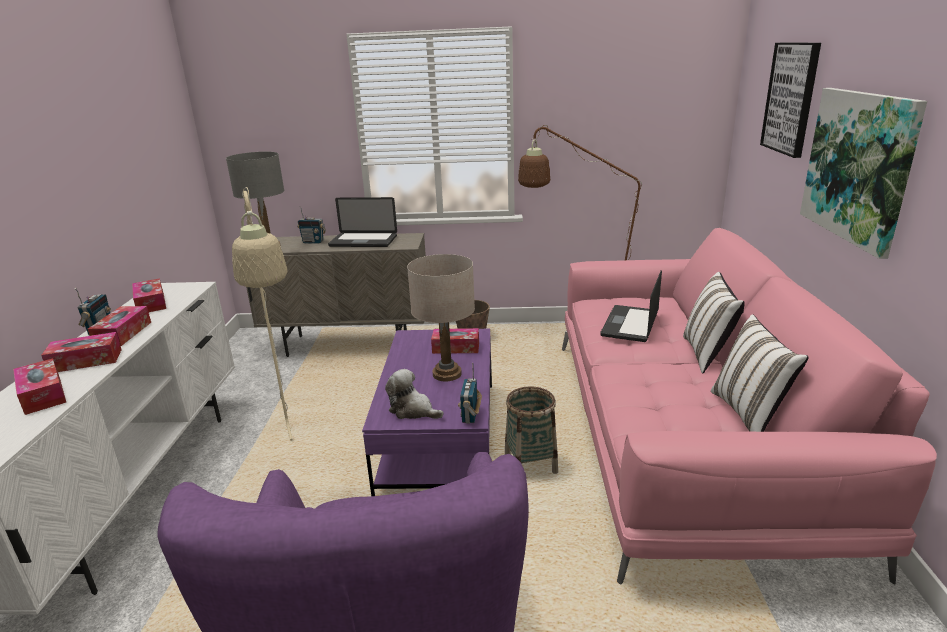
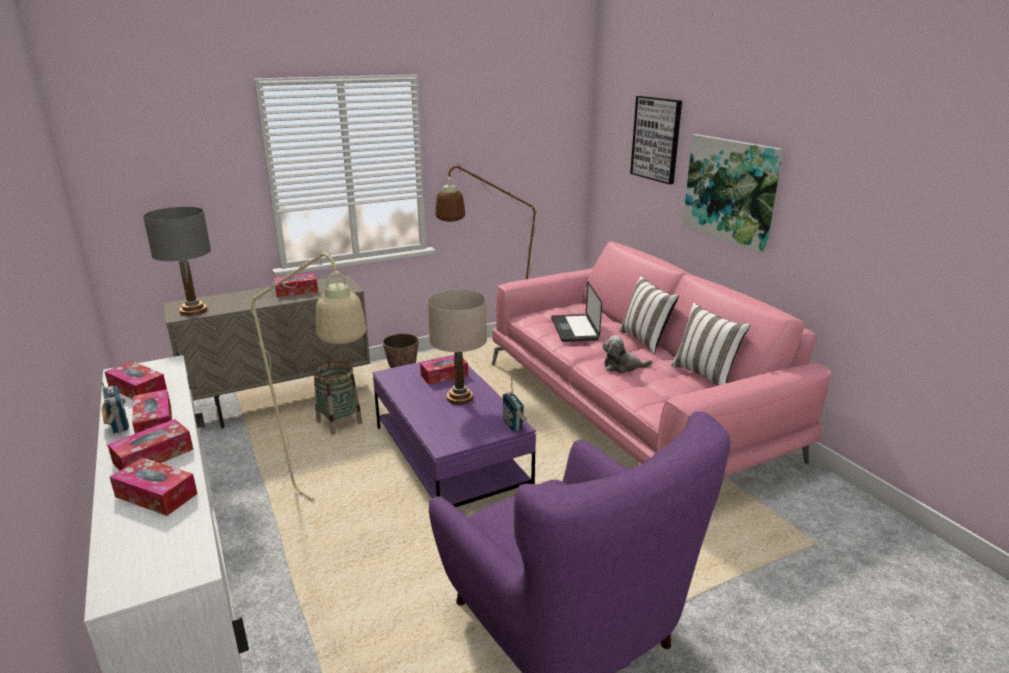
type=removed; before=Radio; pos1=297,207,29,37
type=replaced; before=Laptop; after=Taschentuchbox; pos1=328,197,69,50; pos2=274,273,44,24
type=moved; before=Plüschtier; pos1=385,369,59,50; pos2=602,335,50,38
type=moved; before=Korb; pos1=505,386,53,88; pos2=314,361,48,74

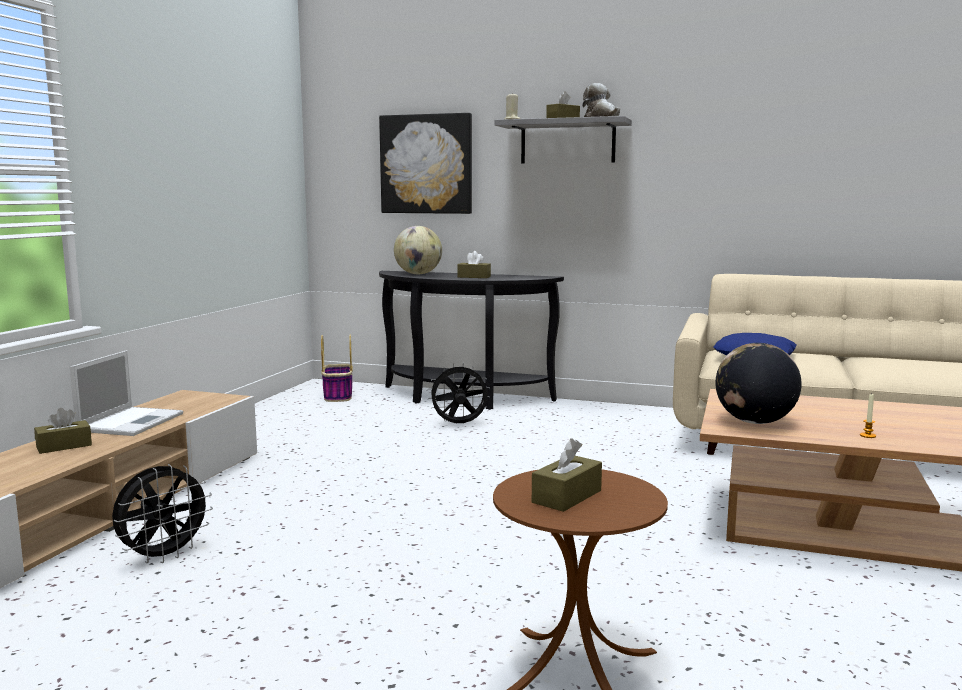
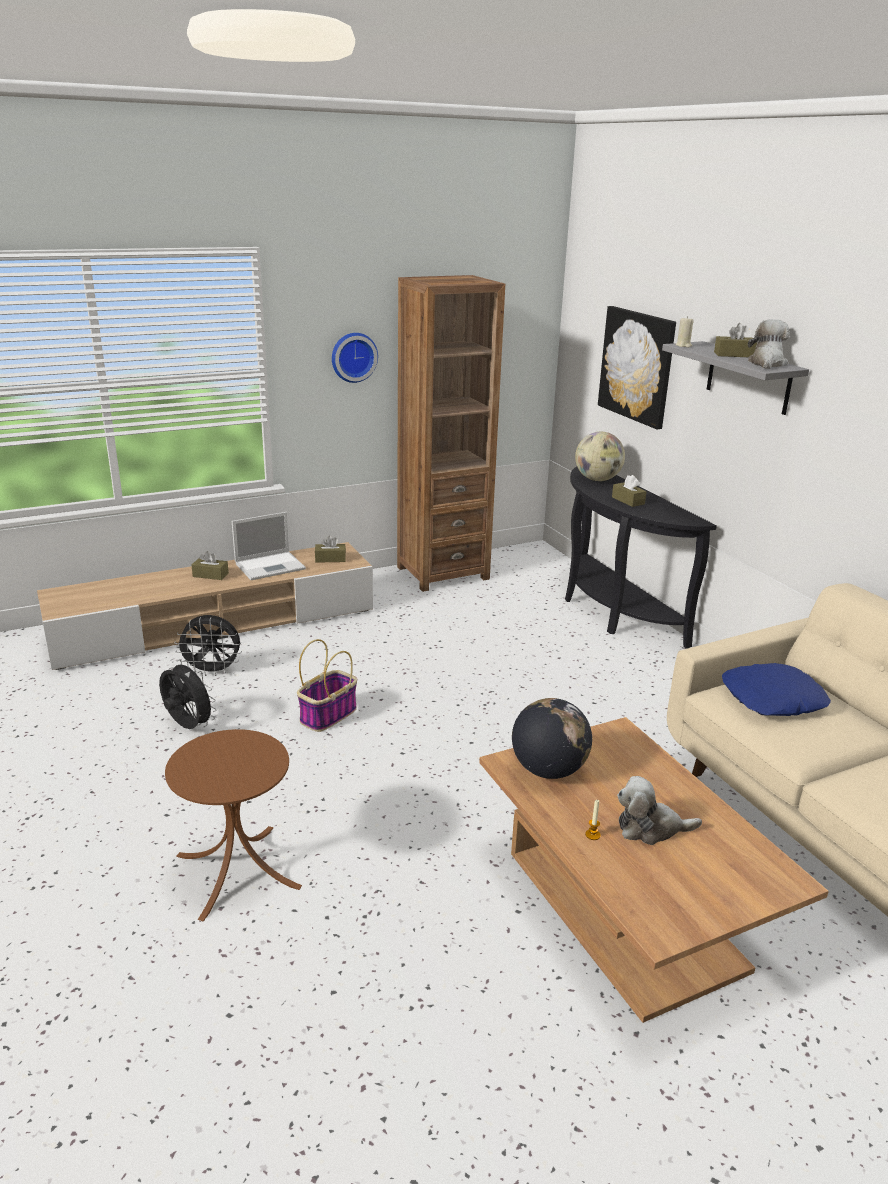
type=moved; before=Korb; pos1=321,335,32,67; pos2=297,639,60,93
type=moved; before=Ventilator (schwarz); pos1=428,363,62,61; pos2=159,660,58,69
type=moved; before=Taschentuchbox (braun); pos1=532,438,70,74; pos2=315,536,31,27
type=added; after=Wanduhr; pos2=332,333,46,50
type=added; after=Bücherregal (braun); pos2=397,275,108,317
type=added; after=Plüschtier; pos2=617,776,85,69

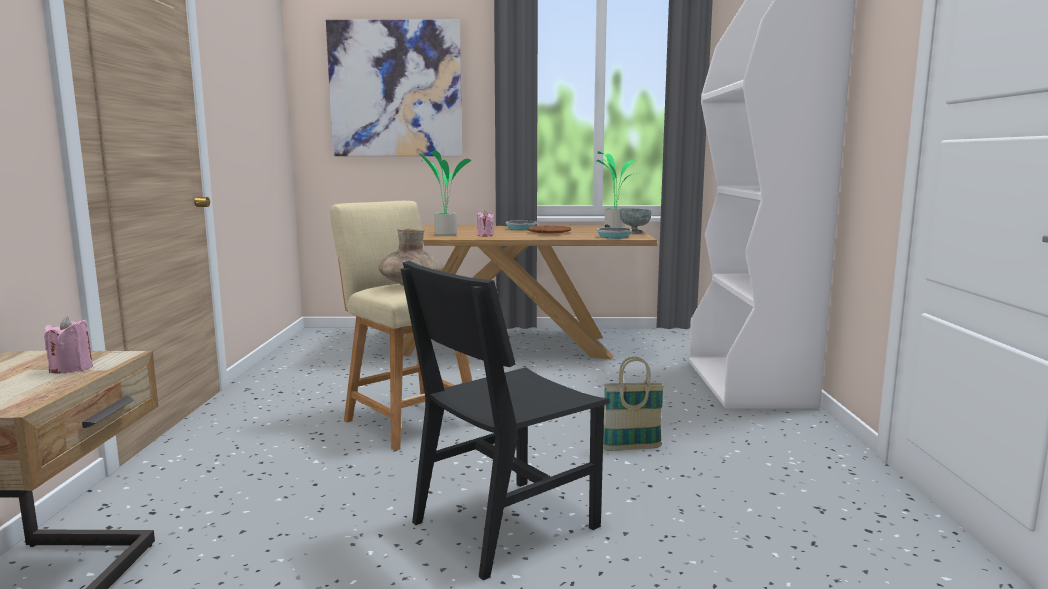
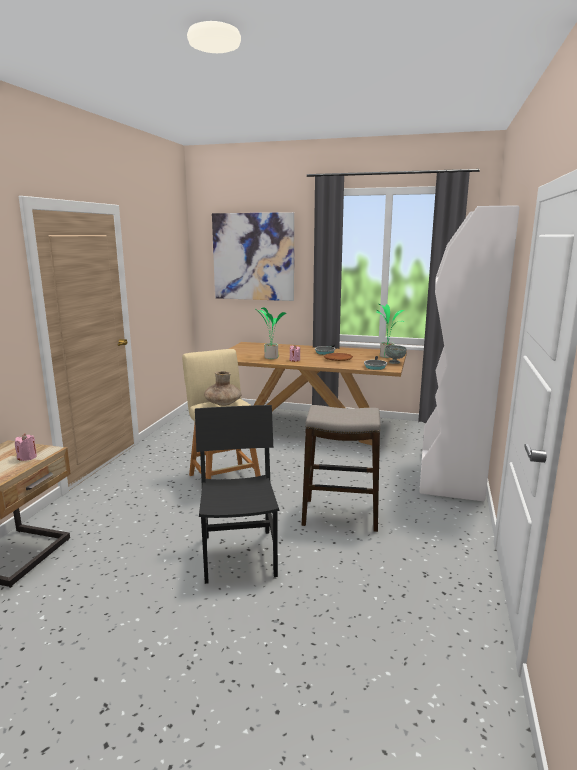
type=turned; before=Stuhl (schwarz); pos1=401,261,209,319; pos2=195,405,84,179; turn=105
type=replaced; before=Korb; after=Hocker; pos1=603,357,62,94; pos2=302,405,79,127

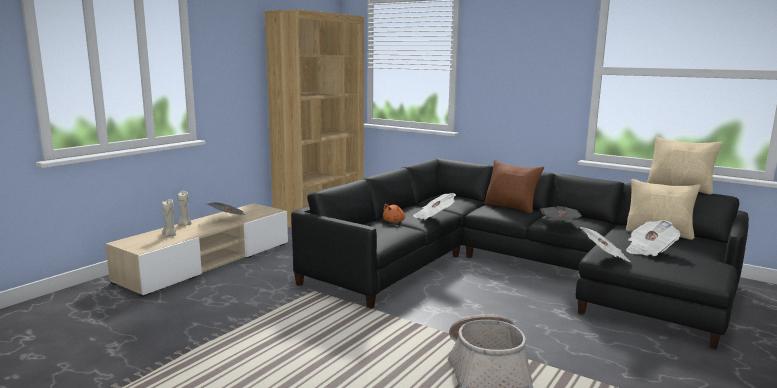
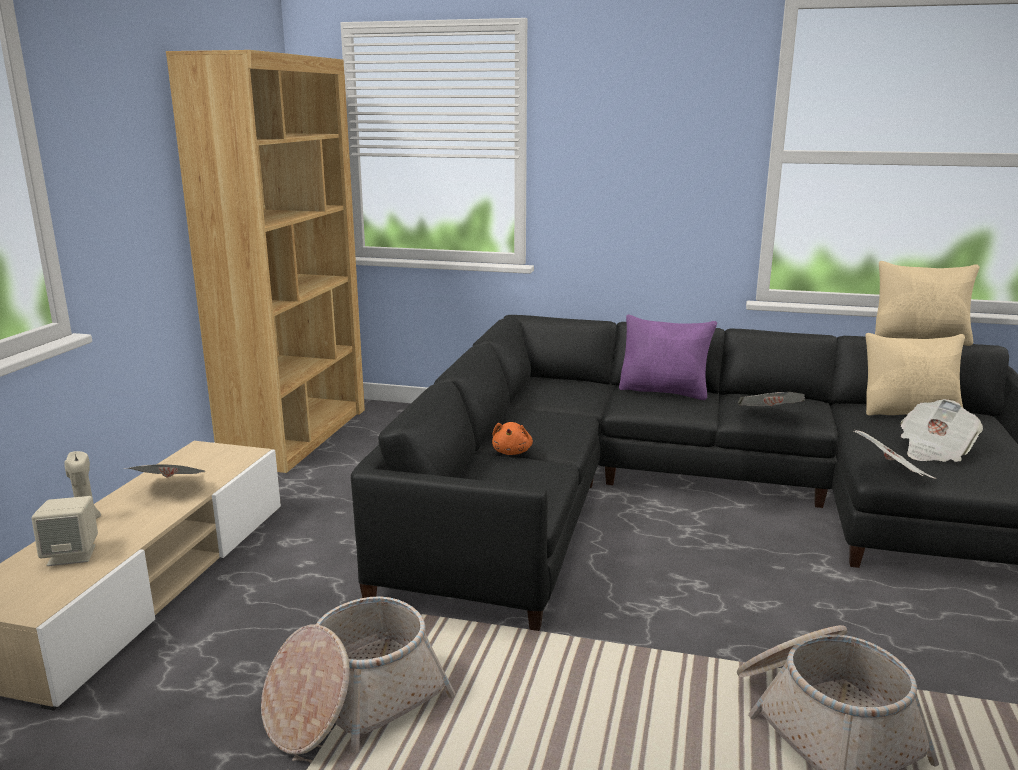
type=replaced; before=Kerze (beige); after=Lautsprecher (beige); pos1=162,199,14,38; pos2=31,496,67,70
type=removed; before=Zeitung; pos1=413,193,43,27
type=recoloured; before=Kissen (braun); after=Kissen (lila); pos1=484,160,60,53; pos2=619,315,98,85
type=added; after=Korb; pos2=261,596,195,159

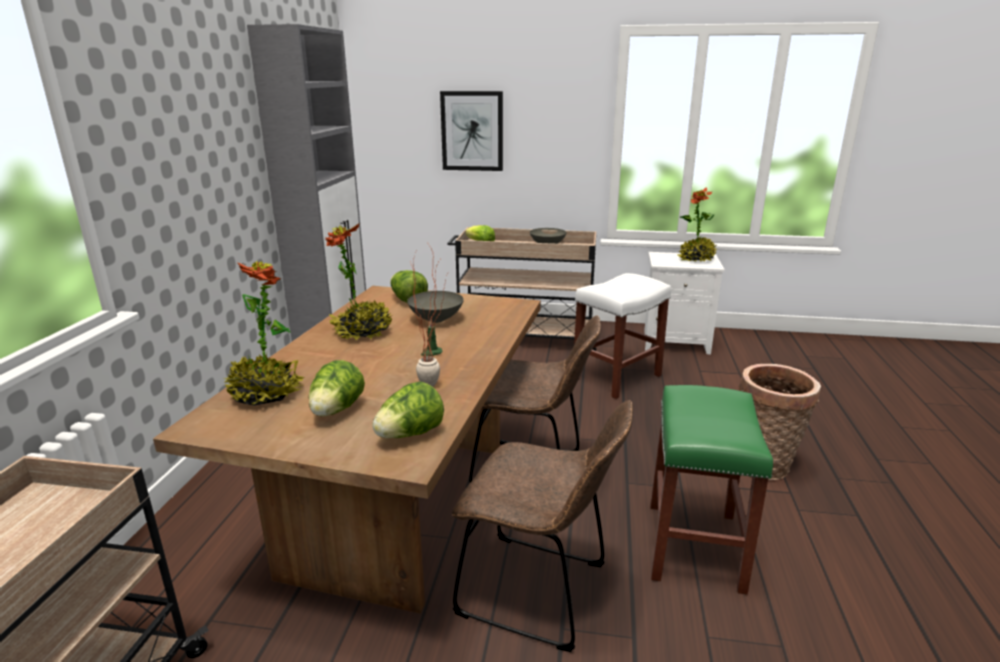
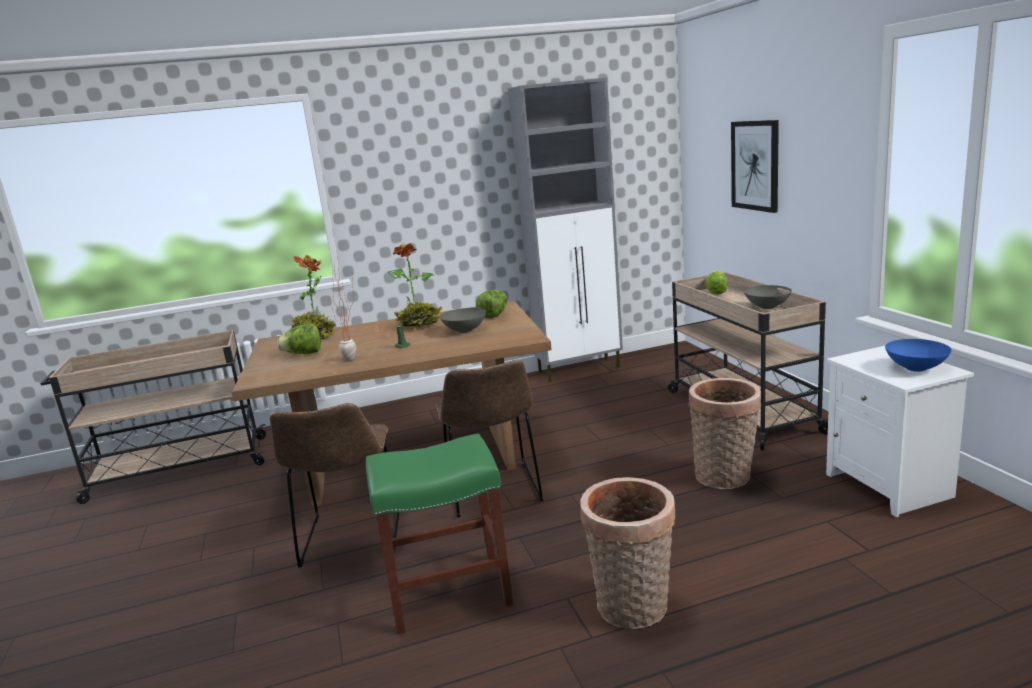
type=removed; before=Salatkopf; pos1=372,381,72,57
type=replaced; before=Hocker (weiß); after=Korb; pos1=574,273,97,126; pos2=688,378,73,111
type=replaced; before=Topfpflanze; after=Schüssel (blau); pos1=677,187,40,75; pos2=885,339,67,33

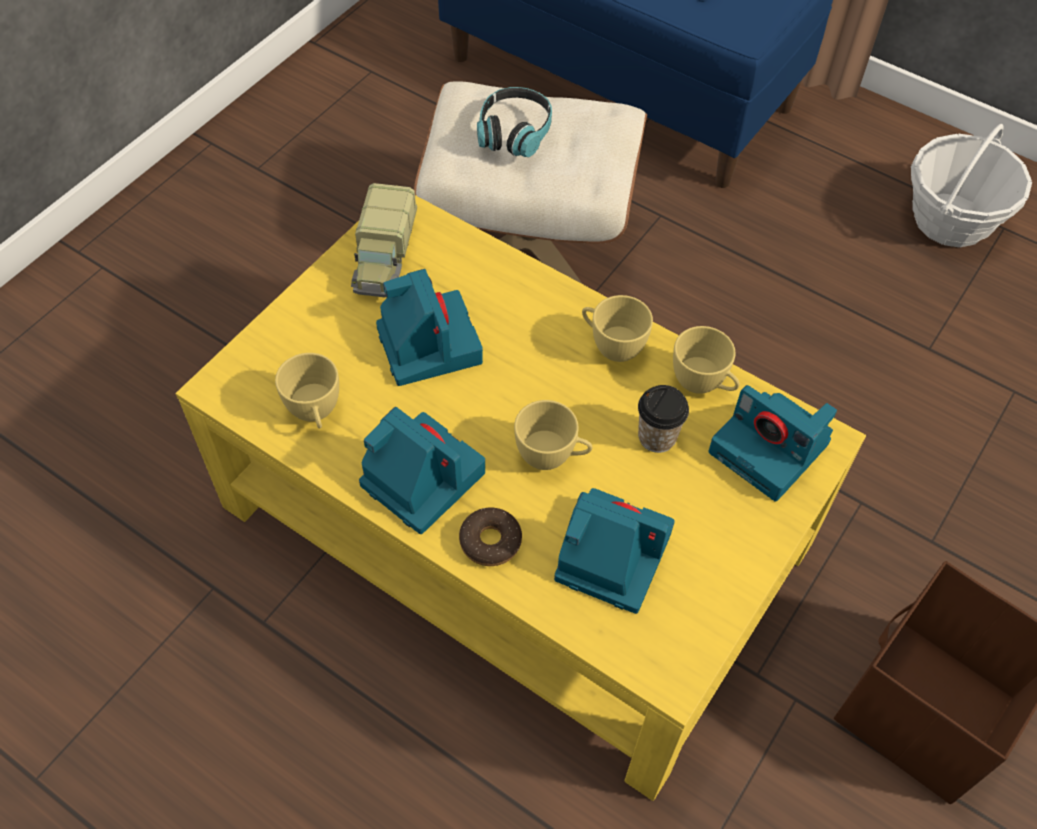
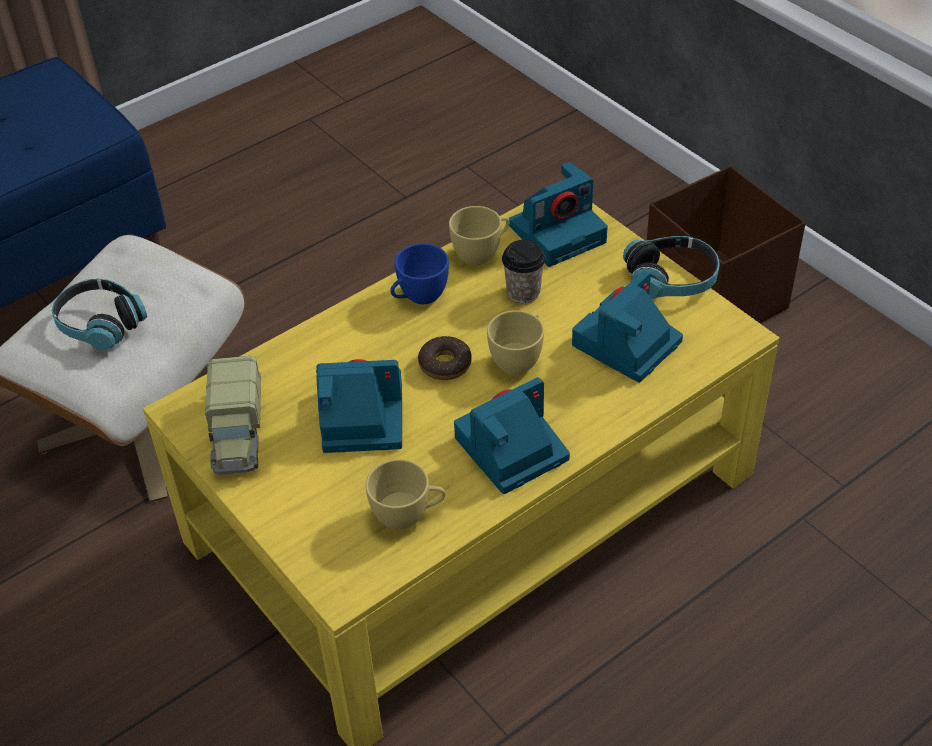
type=turned; before=Spielzeuglaster; pos1=351,183,66,114; pos2=205,356,56,119; turn=60
type=moved; before=Donut; pos1=459,508,63,58; pos2=418,336,54,44
type=recoloured; before=Tasse (gelb); after=Tasse (blau); pos1=582,295,71,67; pos2=390,243,59,61
type=removed; before=Korb; pos1=911,124,121,124
type=added; after=Kopfhörer; pos2=623,236,97,63

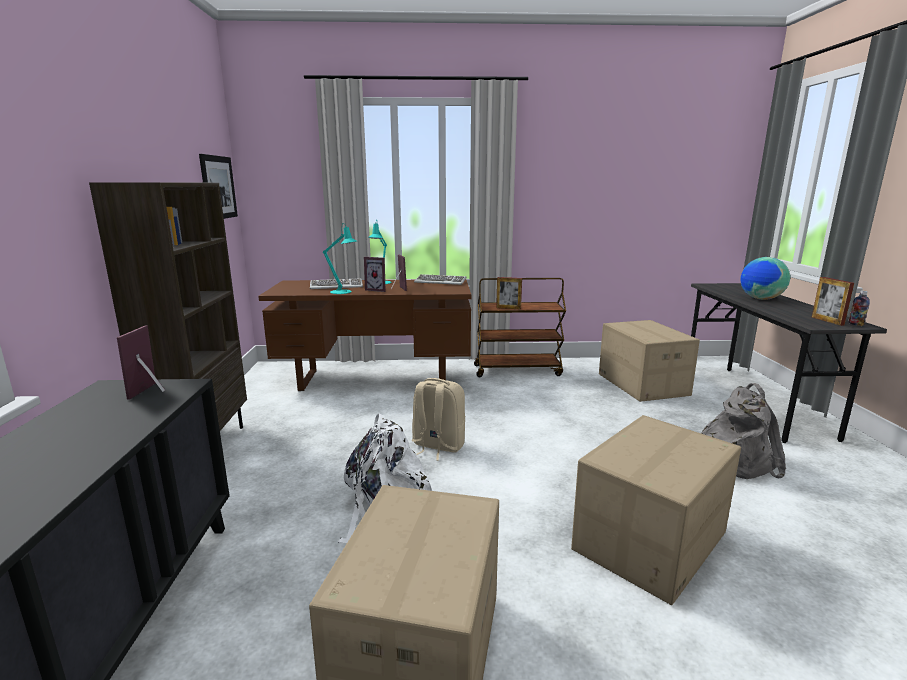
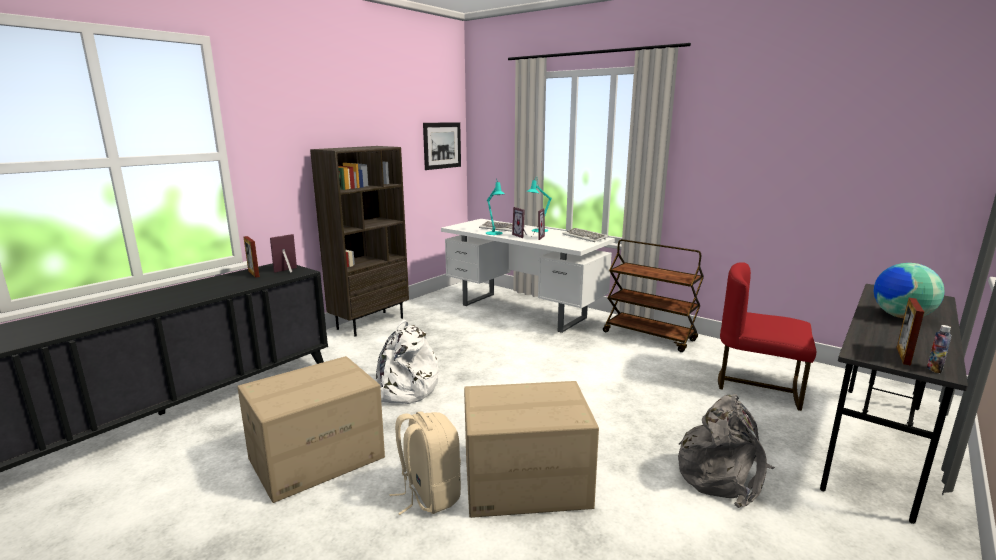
type=recoloured; before=Schreibtisch (braun); after=Schreibtisch (weiß); pos1=258,280,213,111; pos2=441,219,174,114
type=moved; before=Rucksack (beige); pos1=412,378,54,83; pos2=389,411,72,104
type=moved; before=Bilderrahmen; pos1=496,277,26,32; pos2=243,236,17,42
type=replaced; before=Karton; after=Stuhl (rot); pos1=599,320,101,82; pos2=718,262,98,149

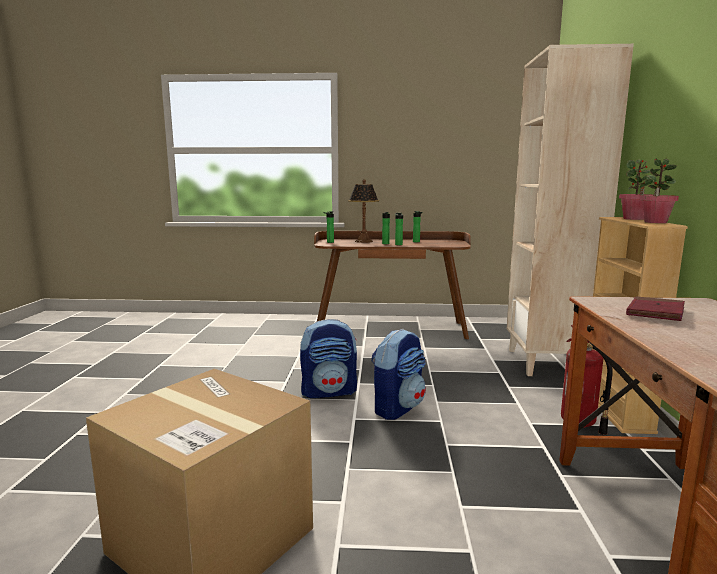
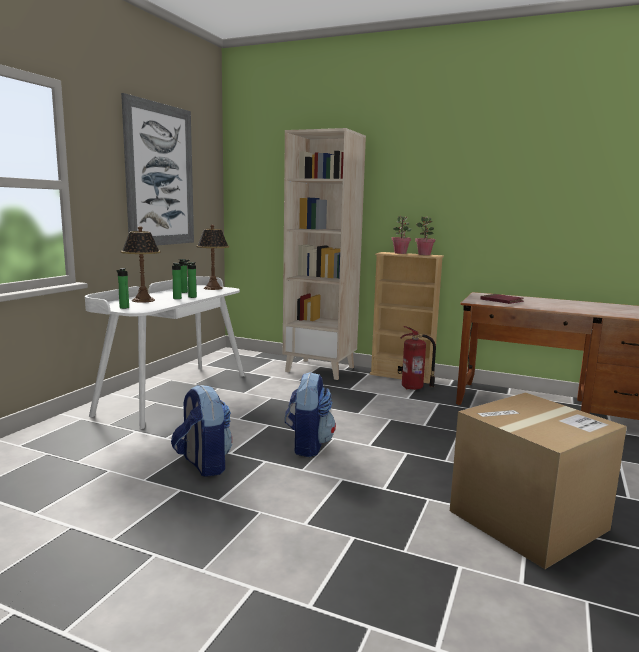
type=recoloured; before=Schreibtisch (braun); after=Schreibtisch (weiß); pos1=314,231,157,108; pos2=85,276,160,153
type=moved; before=Rucksack; pos1=371,329,55,91; pos2=171,385,61,92
type=added; after=Bild; pos2=121,93,73,152
type=added; after=Tischlampe; pos2=196,225,33,65

